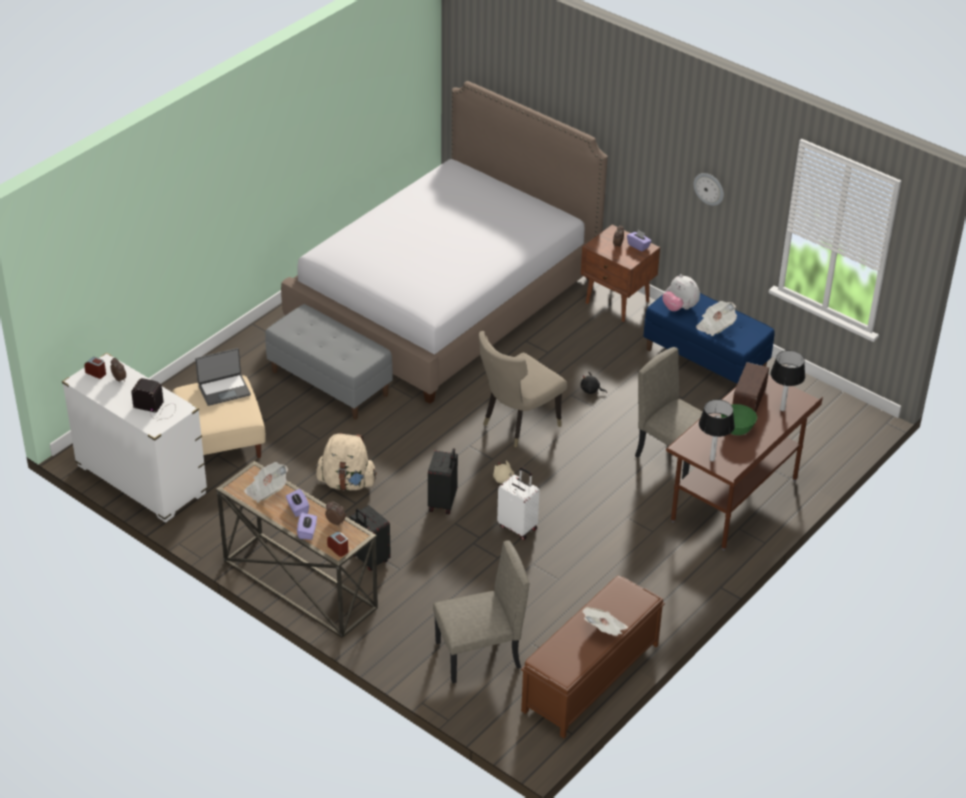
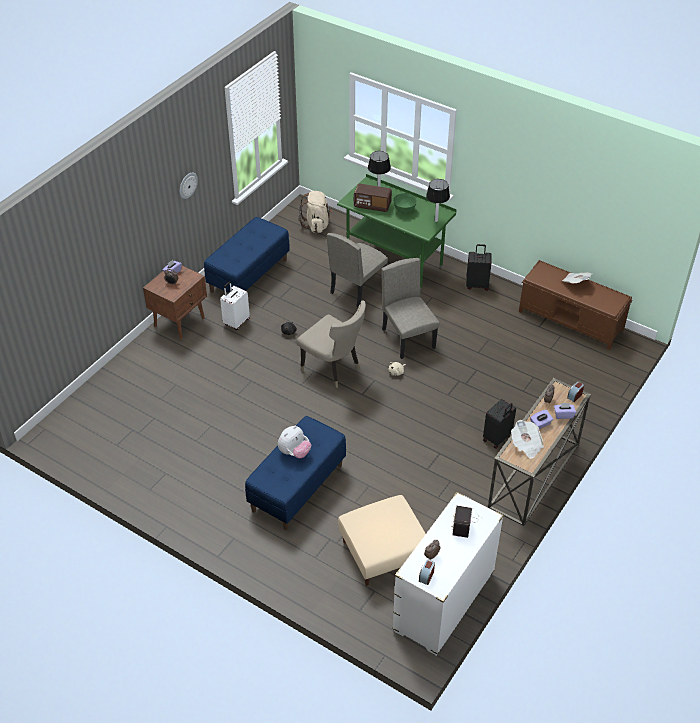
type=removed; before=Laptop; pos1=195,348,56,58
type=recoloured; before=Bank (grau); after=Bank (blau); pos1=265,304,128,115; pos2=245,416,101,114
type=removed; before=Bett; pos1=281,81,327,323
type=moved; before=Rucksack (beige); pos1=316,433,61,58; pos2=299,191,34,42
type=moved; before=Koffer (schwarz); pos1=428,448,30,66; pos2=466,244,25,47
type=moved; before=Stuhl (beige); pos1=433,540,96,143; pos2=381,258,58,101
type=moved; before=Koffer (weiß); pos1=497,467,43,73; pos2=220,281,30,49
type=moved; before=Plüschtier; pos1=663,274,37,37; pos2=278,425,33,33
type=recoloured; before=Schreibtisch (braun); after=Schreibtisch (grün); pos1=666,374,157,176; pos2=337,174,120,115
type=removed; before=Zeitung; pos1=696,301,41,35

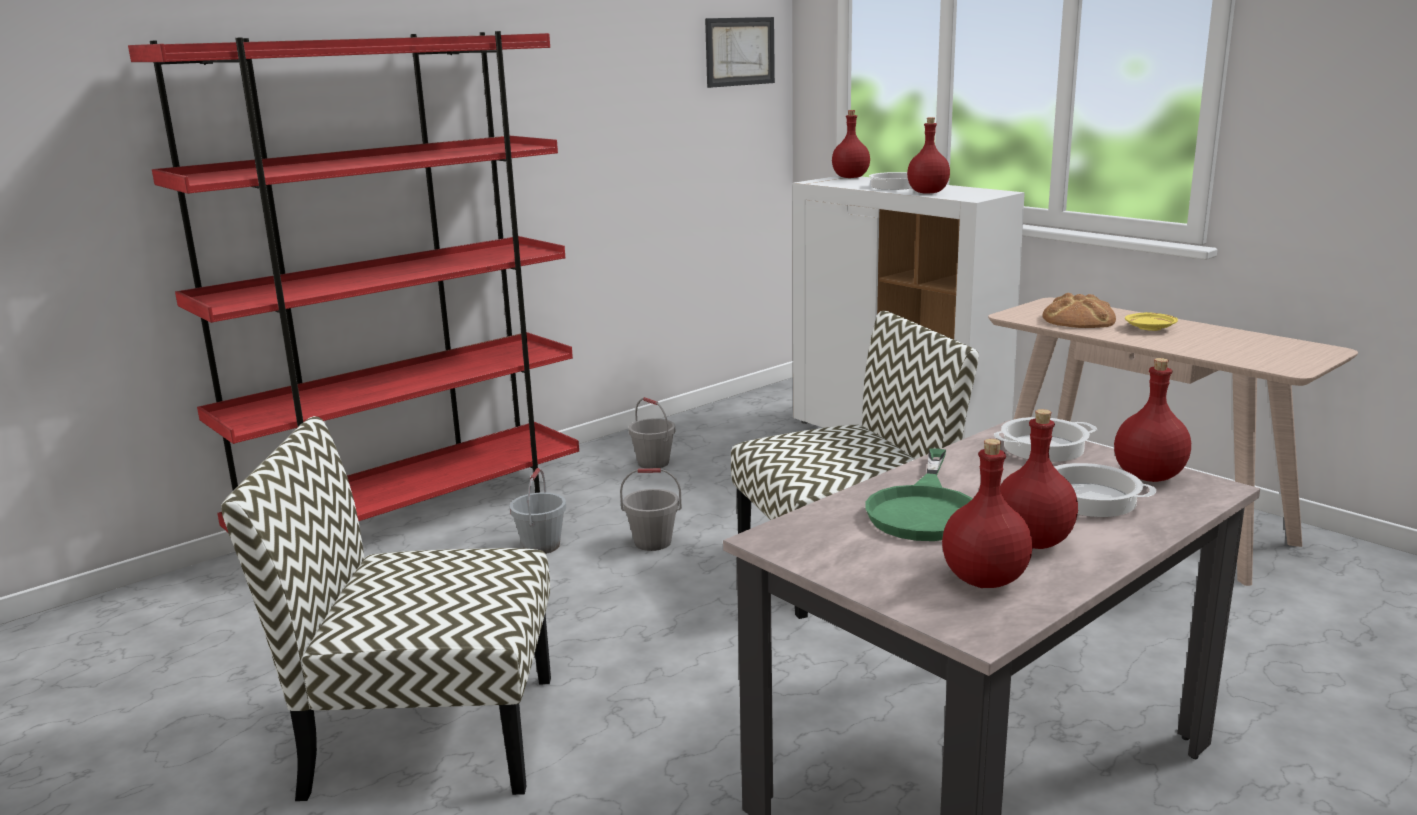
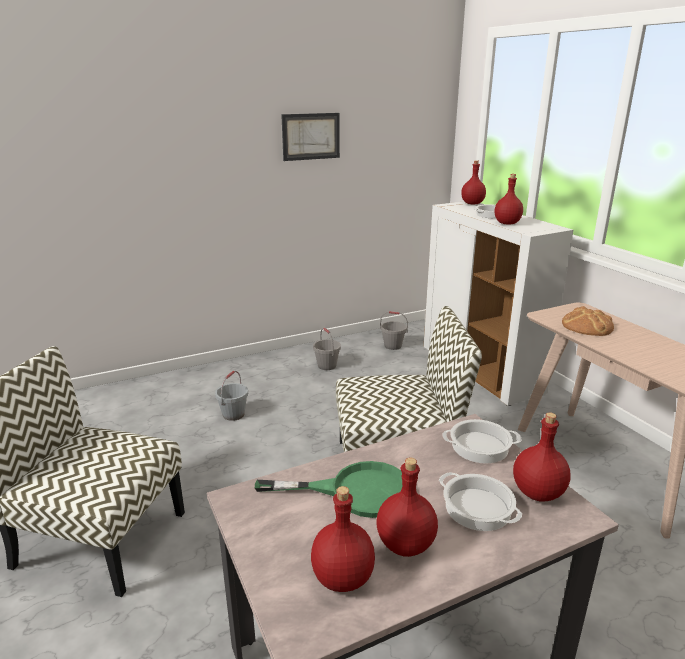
type=removed; before=Bücherregal (rot); pos1=128,31,451,501
type=moved; before=Eimer (grau); pos1=620,468,62,83; pos2=380,311,28,39
type=moved; before=Bild; pos1=705,17,70,71; pos2=281,113,59,48
type=turned; before=Pfanne (grün); pos1=865,448,108,93; pos2=255,461,147,57; turn=-120
type=removed; before=Teller (gelb); pos1=1125,312,53,19

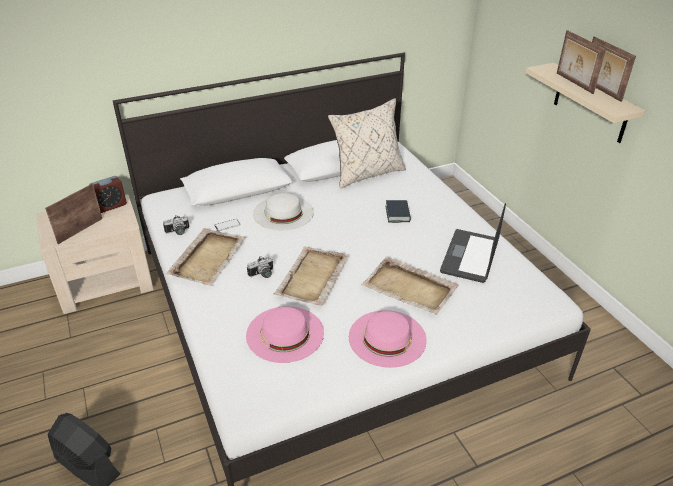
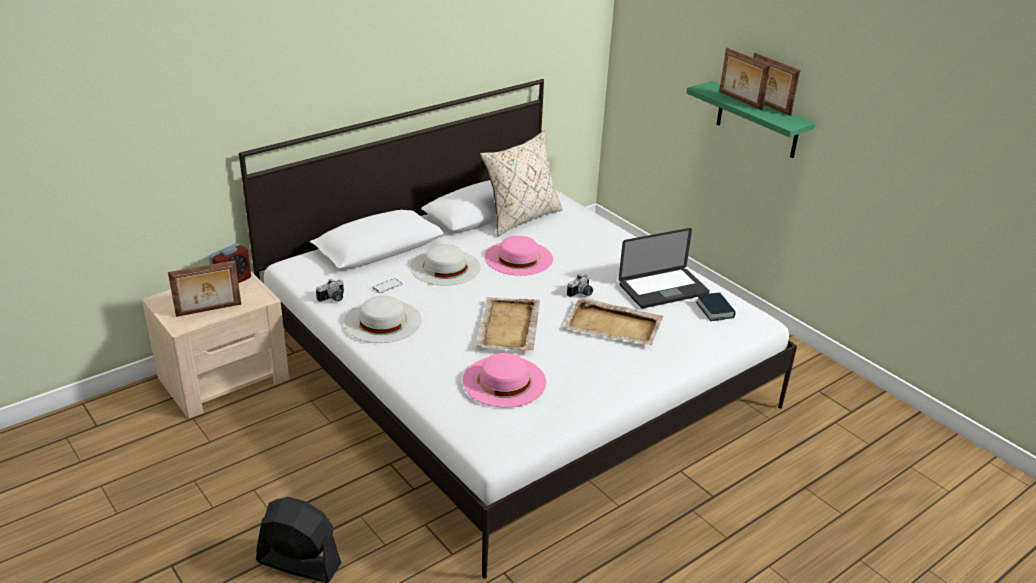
type=turned; before=Bilderrahmen; pos1=45,184,57,60; pos2=168,260,73,57; turn=-135
type=replaced; before=Tablett (beige); after=Hut (weiß); pos1=166,228,79,58; pos2=344,296,77,47
type=moved; before=Kamera; pos1=247,256,26,22; pos2=567,274,26,23
type=moved; before=Hut (rosa); pos1=349,310,78,58; pos2=485,236,68,40
type=moved; before=Buch; pos1=386,200,25,23; pos2=696,292,40,29
type=turned; before=Laptop; pos1=440,203,66,80; pos2=619,228,91,80; turn=-120
type=recoloured; before=Wandregal (beige); after=Wandregal (grün); pos1=525,63,120,80; pos2=686,81,129,77

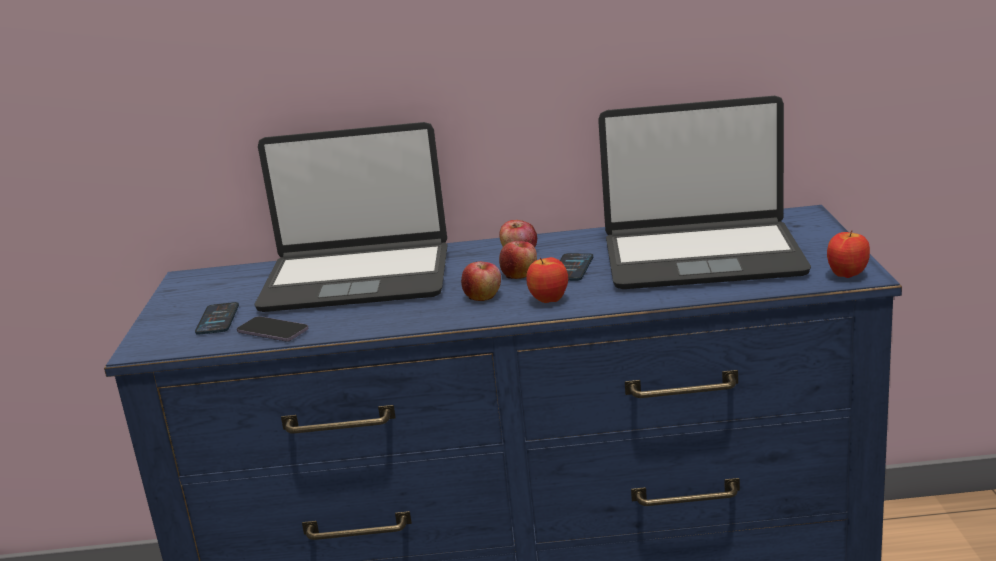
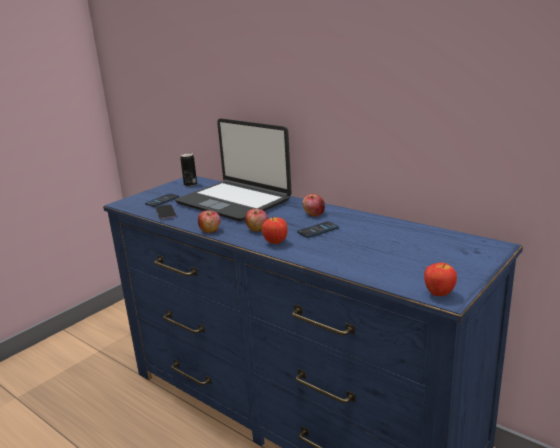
type=moved; before=Apfel; pos1=499,241,38,38; pos2=198,210,23,23
type=removed; before=Laptop; pos1=598,96,213,193
type=added; after=Dose; pos2=180,153,17,33

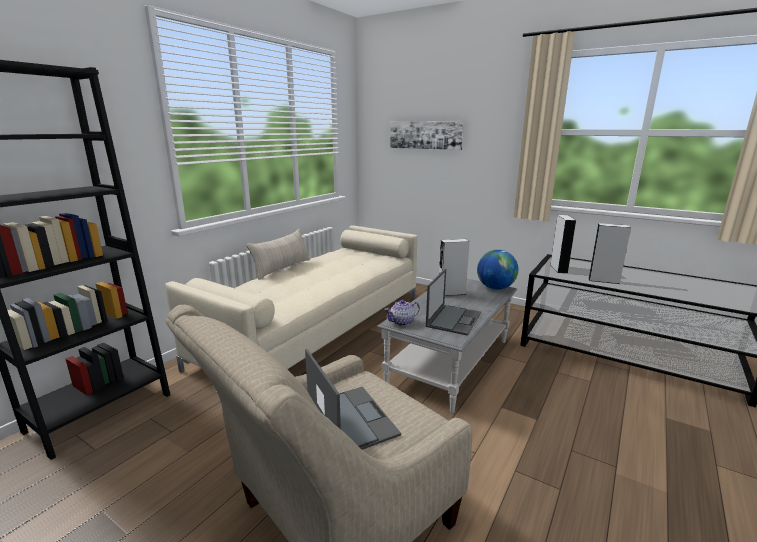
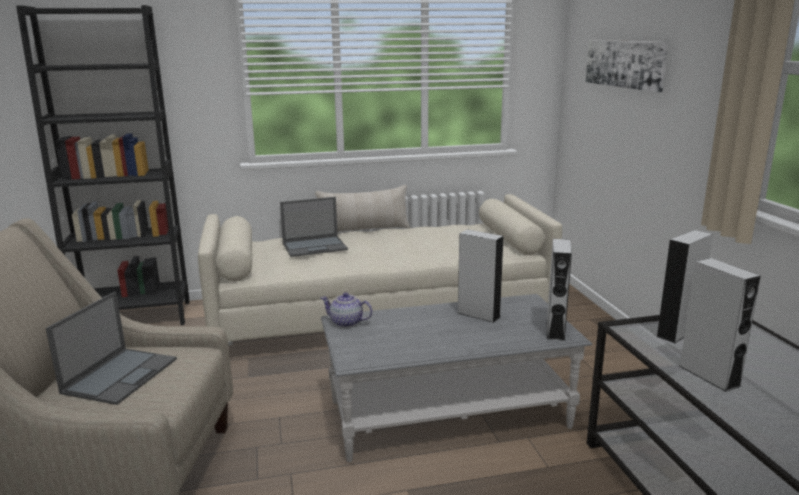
type=moved; before=Laptop; pos1=426,269,55,67; pos2=280,197,68,60
type=replaced; before=Globus; after=Lautsprecher (grau); pos1=477,250,41,40; pos2=547,239,25,102

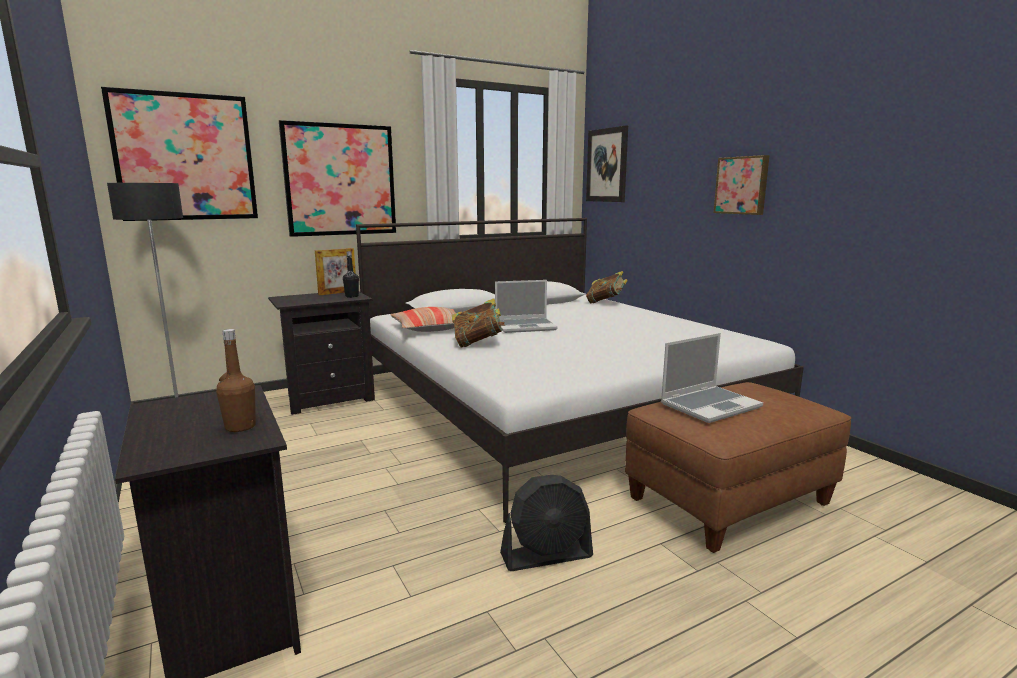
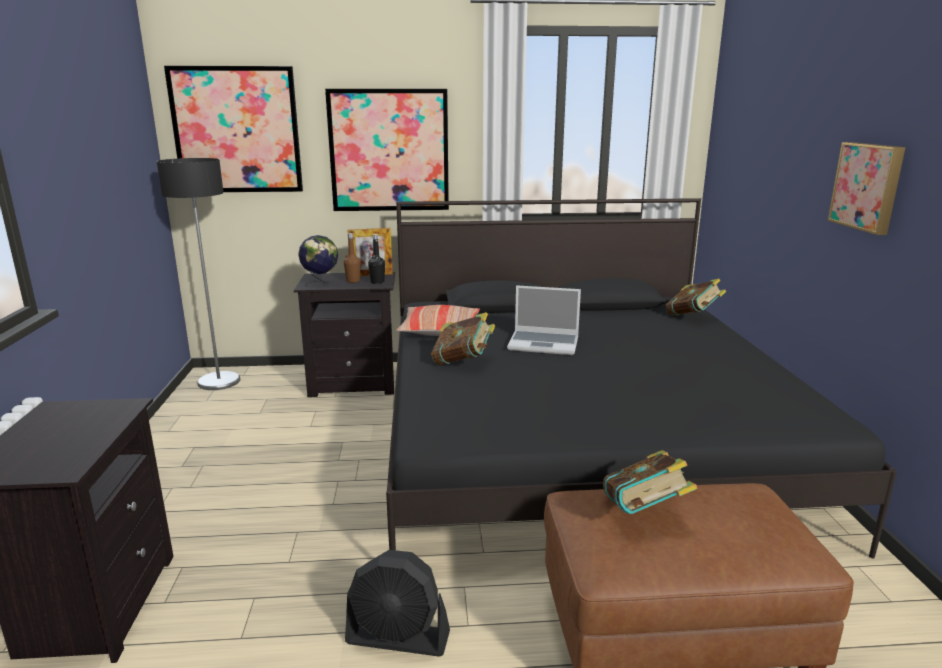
type=moved; before=Flasche (braun); pos1=216,329,40,103; pos2=344,233,17,50
type=recoloured; before=Bett (weiß); after=Bett (schwarz); pos1=356,218,448,305; pos2=386,198,511,361
type=removed; before=Bild; pos1=586,126,42,76
type=replaced; before=Laptop; after=Buch; pos1=661,333,102,90; pos2=603,450,95,64
type=added; after=Globus; pos2=298,235,40,52

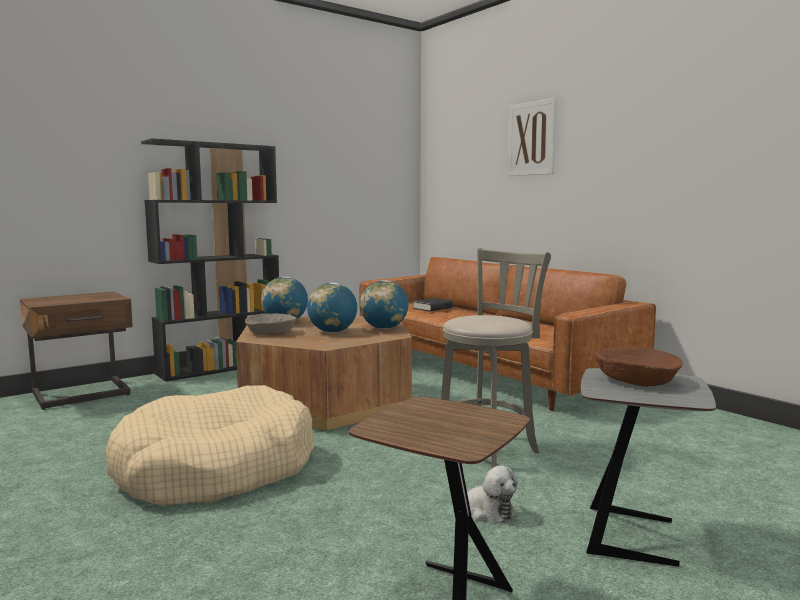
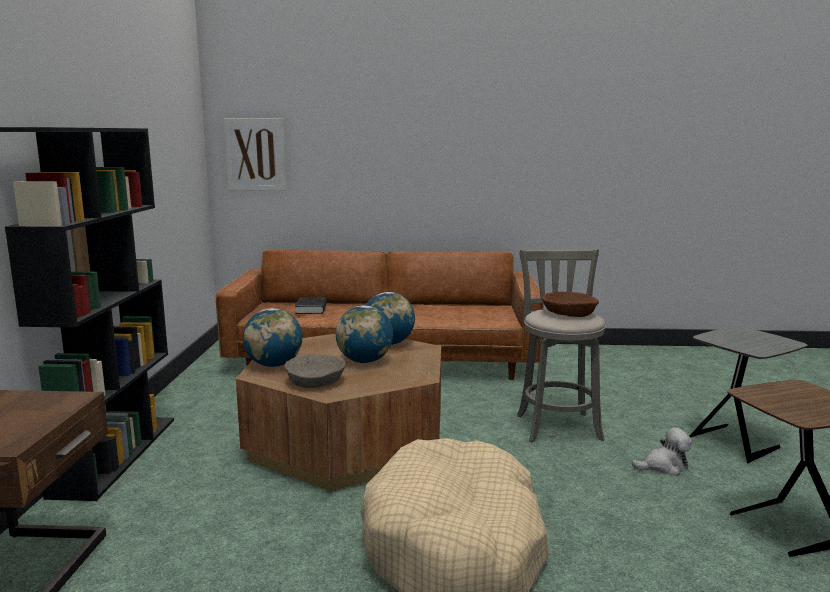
type=moved; before=Bild; pos1=508,98,49,78; pos2=224,118,62,73
type=moved; before=Schüssel (braun); pos1=595,346,87,40; pos2=541,292,58,25

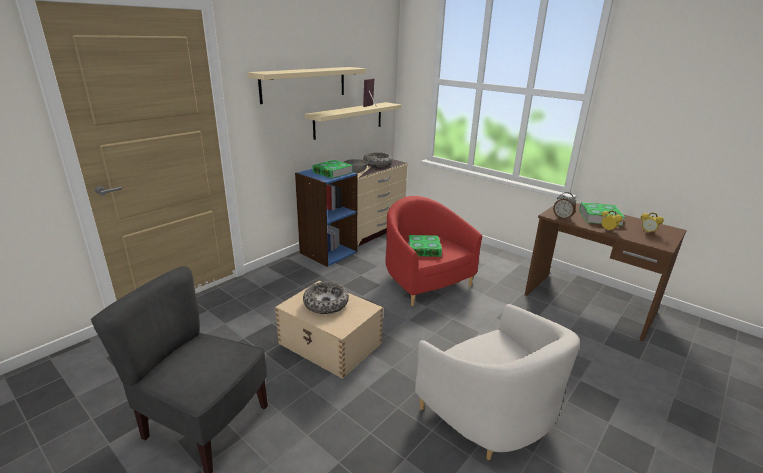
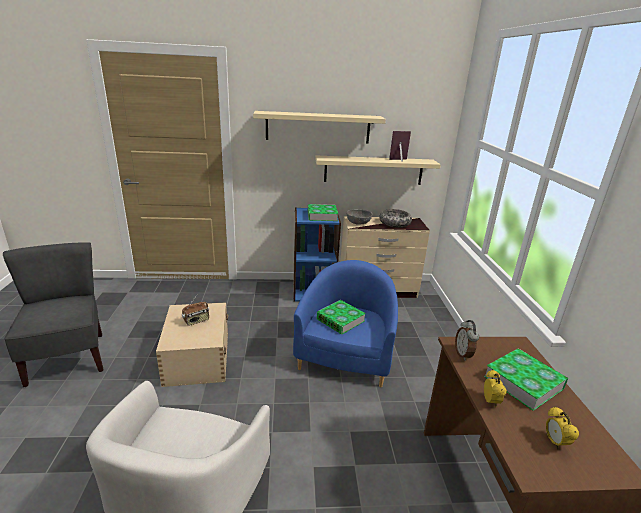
type=replaced; before=Schüssel; after=Radio; pos1=303,282,46,32; pos2=182,295,27,31
type=recoloured; before=Sessel (rot); after=Sessel (blau); pos1=385,196,97,110; pos2=293,260,105,127

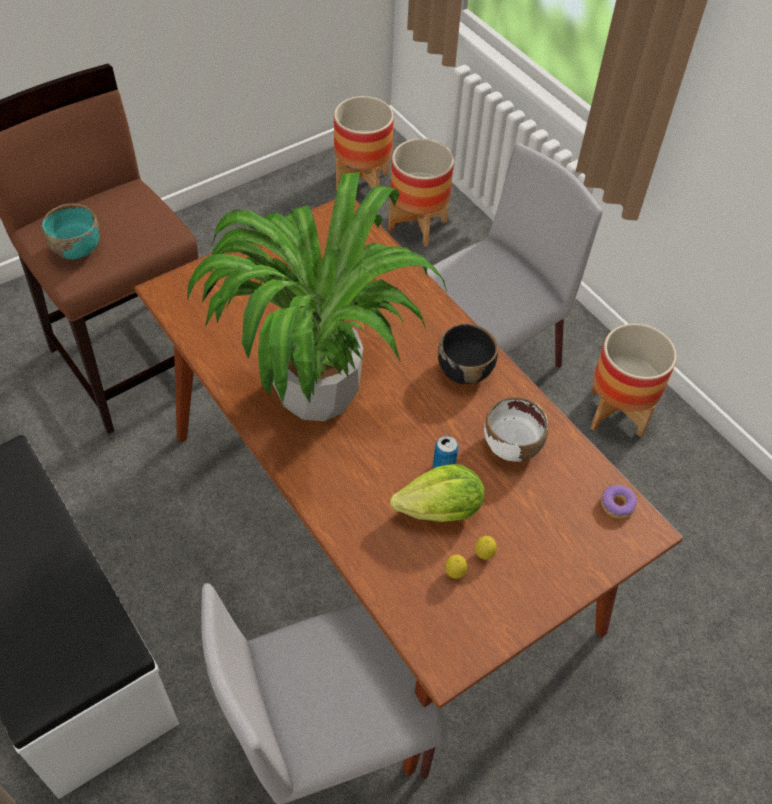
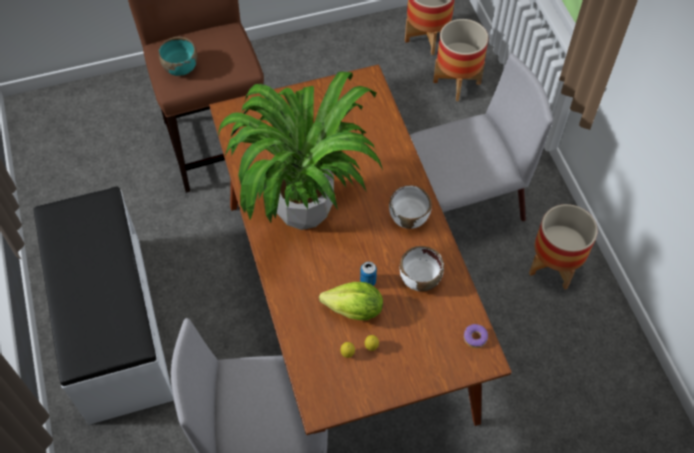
type=recoloured; before=Schüssel (schwarz); after=Schüssel (weiß); pos1=438,324,60,60; pos2=389,185,43,44

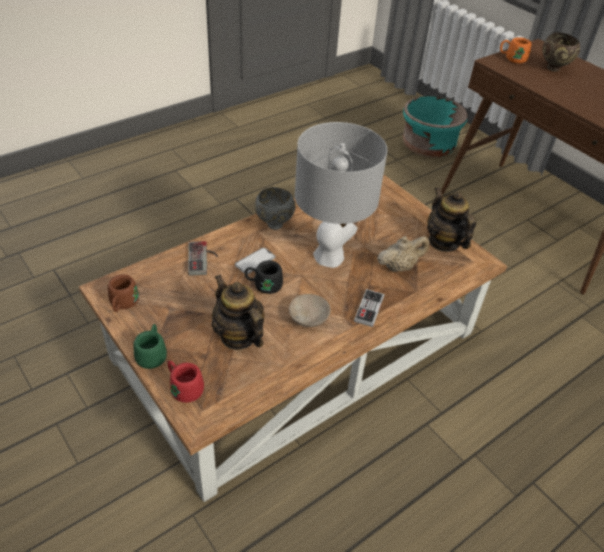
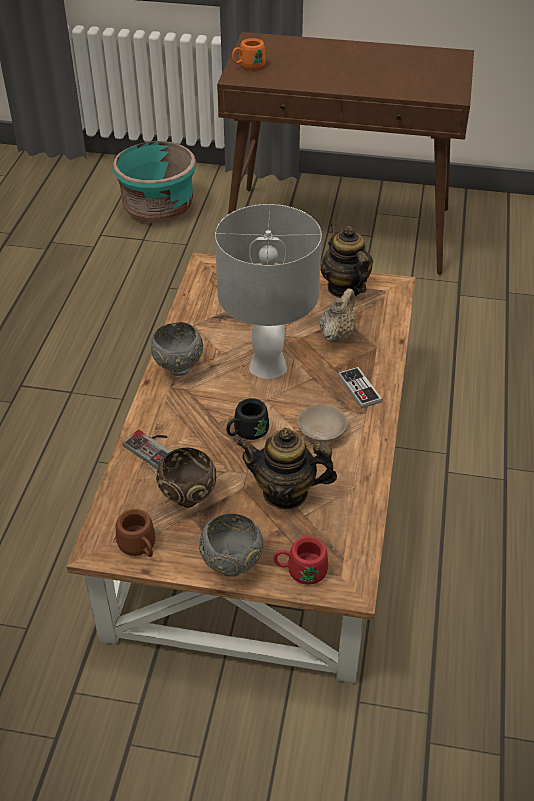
type=replaced; before=Henkelbecher (grün); after=Schüssel (grau); pos1=133,324,34,45; pos2=199,514,64,63
type=removed; before=Handy; pos1=235,247,40,27
type=turned; before=Teekanne; pos1=427,187,49,65; pos2=320,223,53,75; turn=45
type=moved; before=Schüssel (braun); pos1=542,32,38,40; pos2=156,448,61,60

